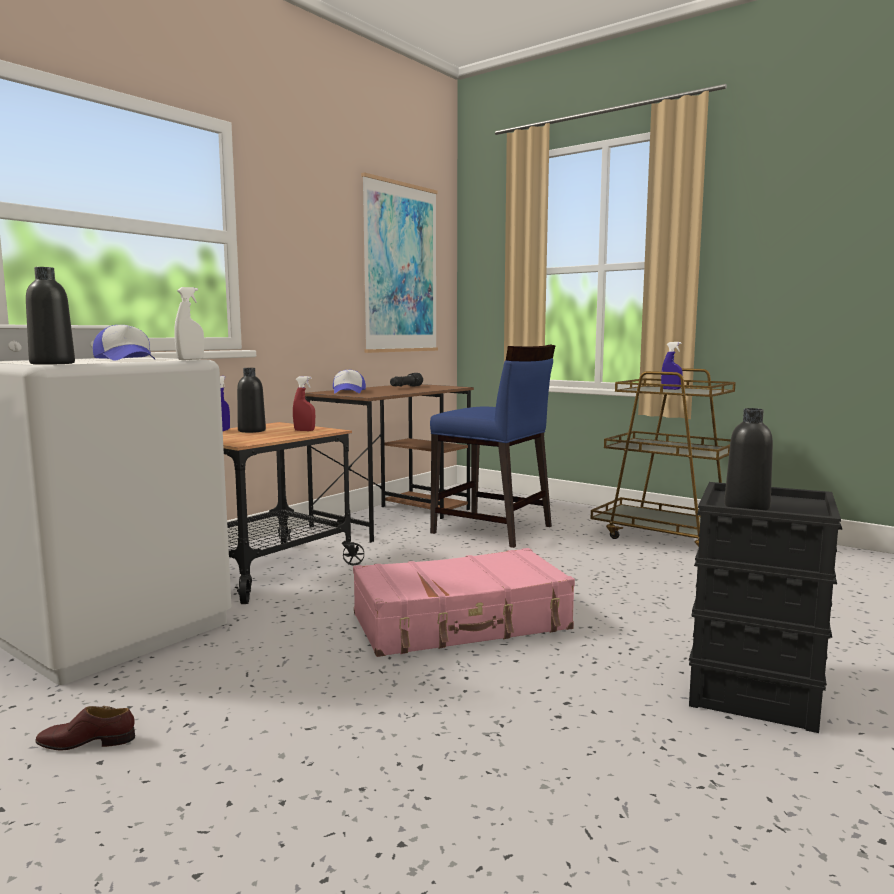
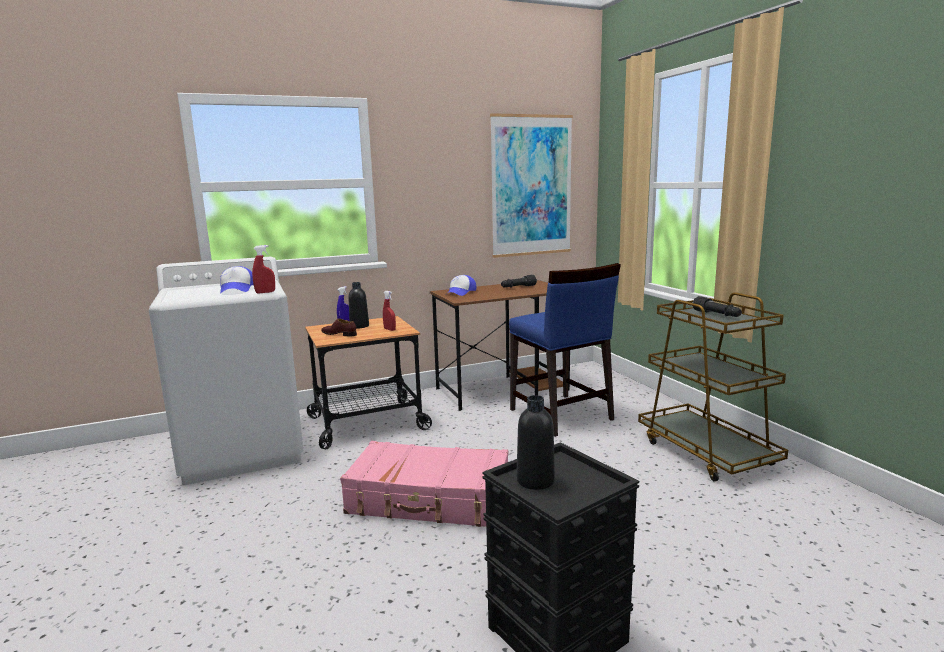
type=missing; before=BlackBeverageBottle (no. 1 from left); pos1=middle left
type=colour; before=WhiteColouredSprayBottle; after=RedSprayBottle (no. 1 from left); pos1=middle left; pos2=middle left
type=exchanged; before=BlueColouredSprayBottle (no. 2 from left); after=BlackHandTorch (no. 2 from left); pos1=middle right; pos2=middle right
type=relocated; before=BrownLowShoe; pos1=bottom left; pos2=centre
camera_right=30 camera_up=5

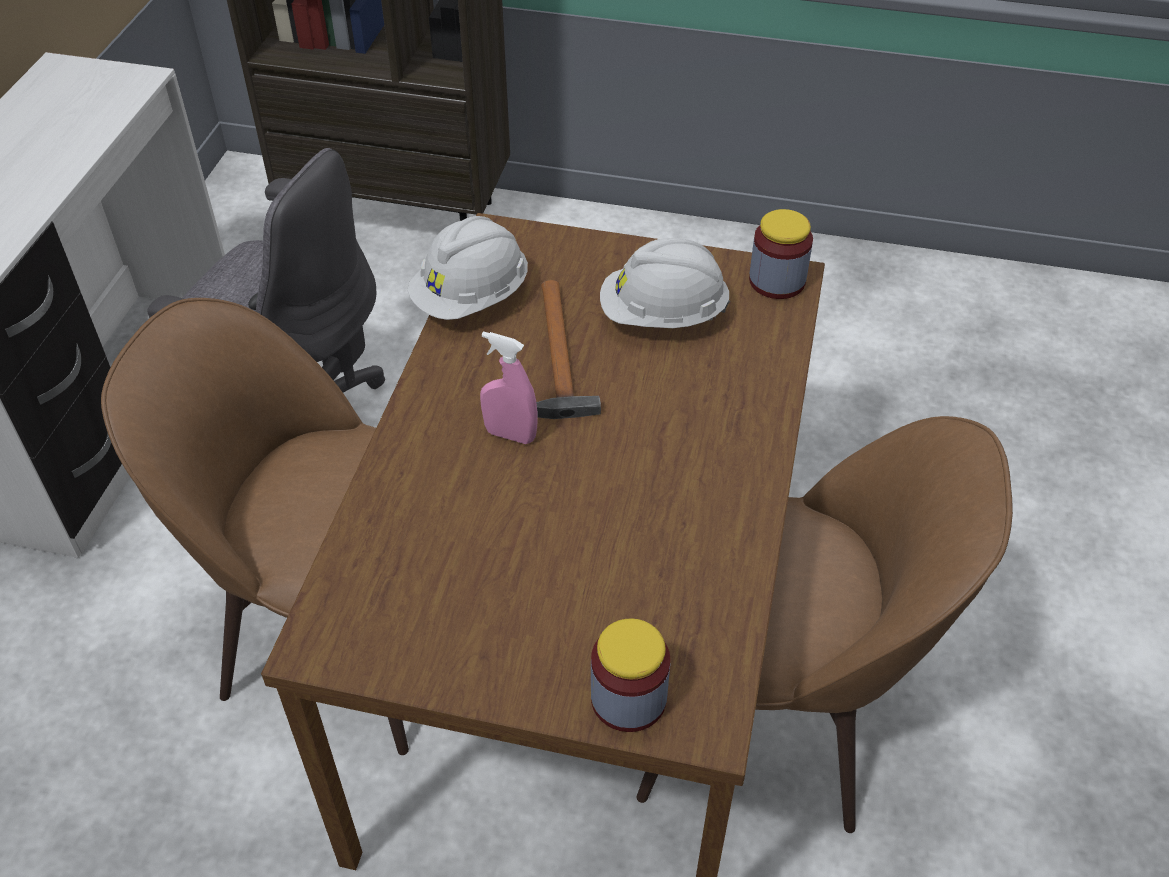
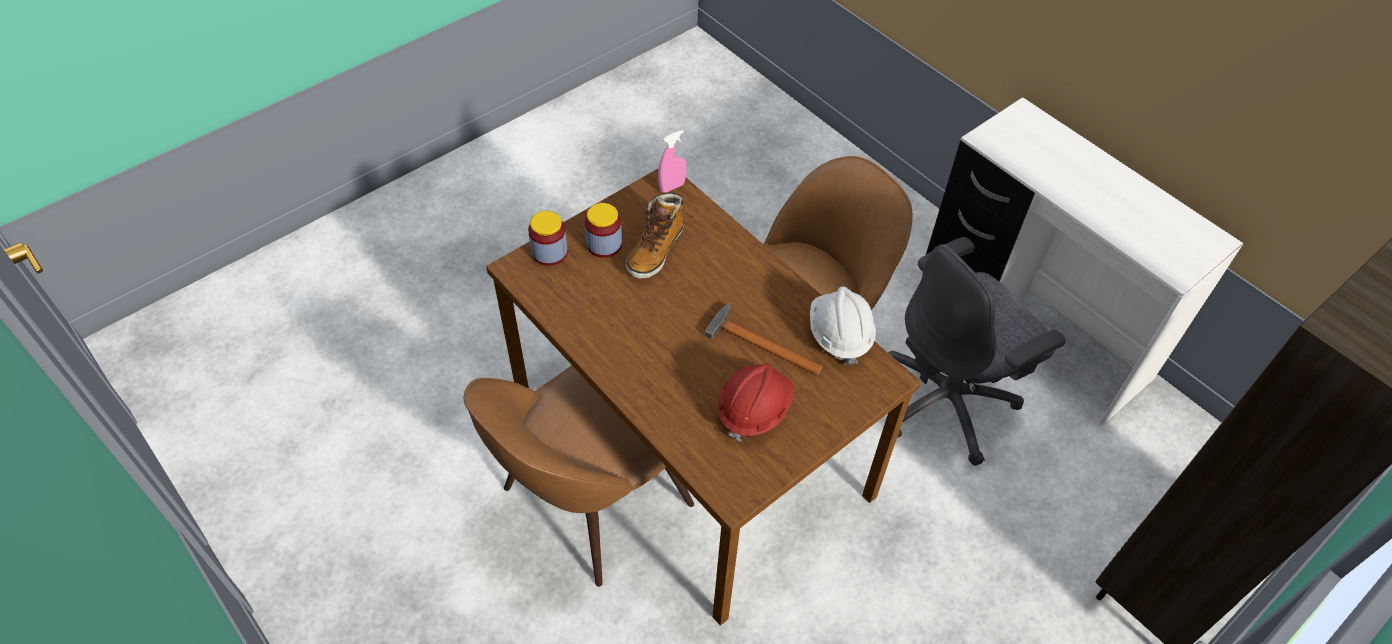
type=relocated; before=StorageJar (no. 2 from left); pos1=top right; pos2=centre
type=colour; before=WhiteColouredWorkHelmet (no. 2 from left); after=RedWorkHelmet; pos1=top centre; pos2=centre
type=relocated; before=PinkColouredSprayBottle; pos1=centre; pos2=top centre
type=appeared; after=Boot; pos2=centre
camera_right=125 camera_up=5

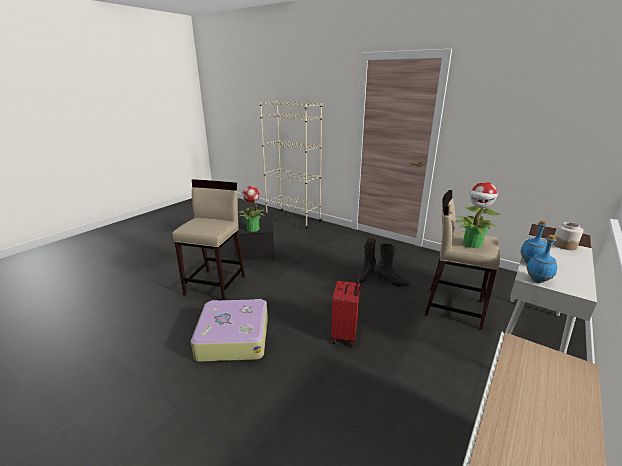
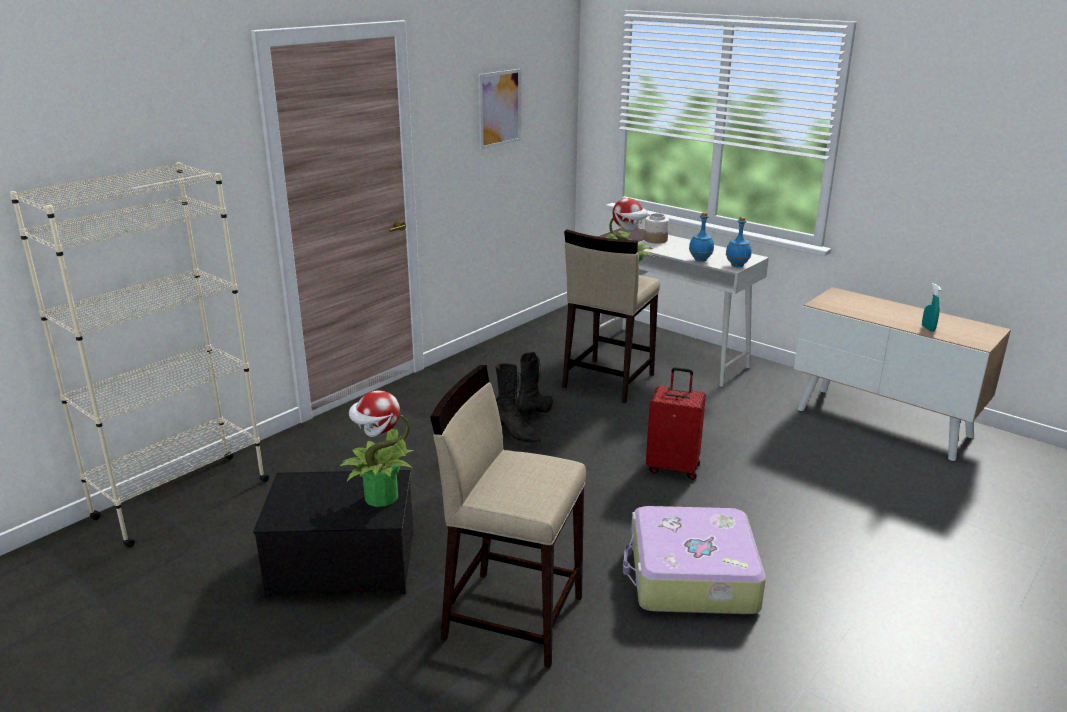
type=appeared; after=Picture; pos2=top centre
type=appeared; after=TurquoiseColouredSprayBottle; pos2=middle right
camera_right=-85 camera_up=0

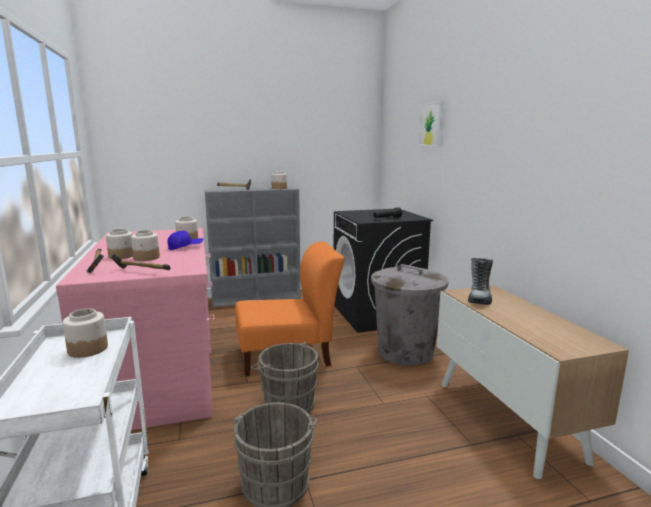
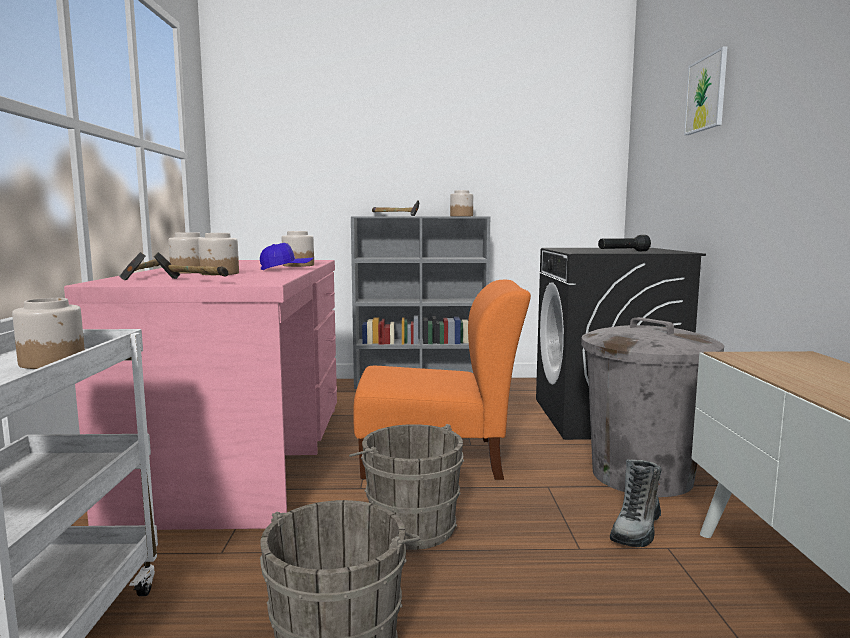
type=relocated; before=Boot; pos1=middle right; pos2=bottom right
camera_right=15 camera_up=-5

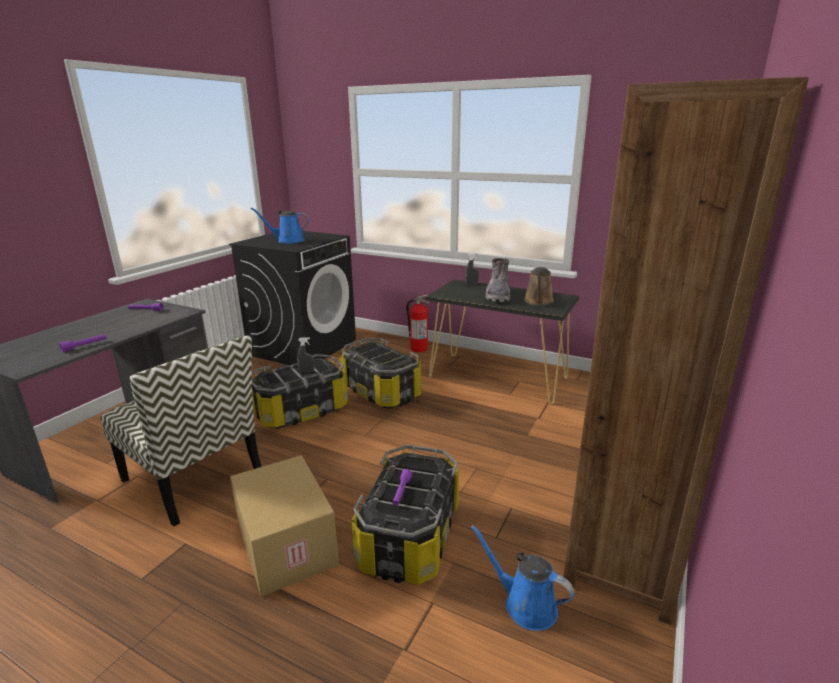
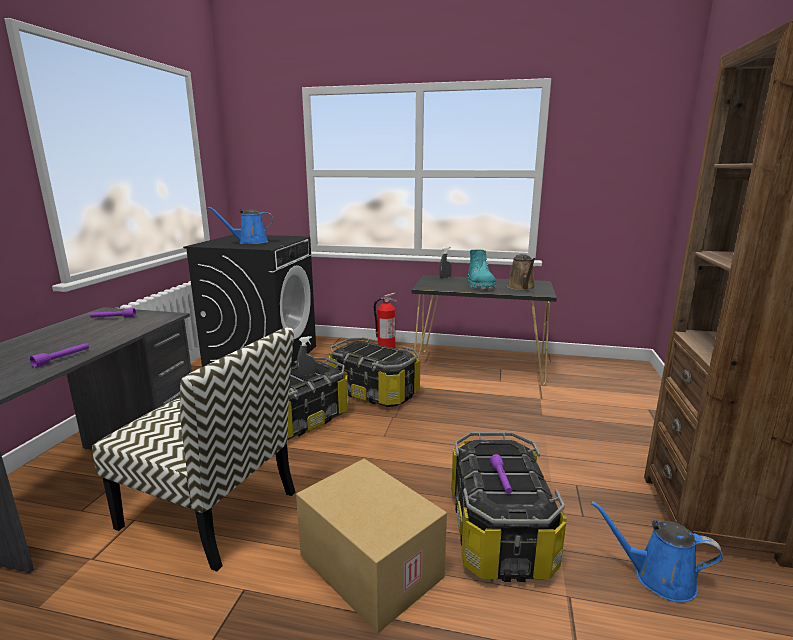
type=colour; before=GrayBoot; after=TurquoiseColouredBoot; pos1=centre; pos2=centre
camera_right=-15 camera_up=-5

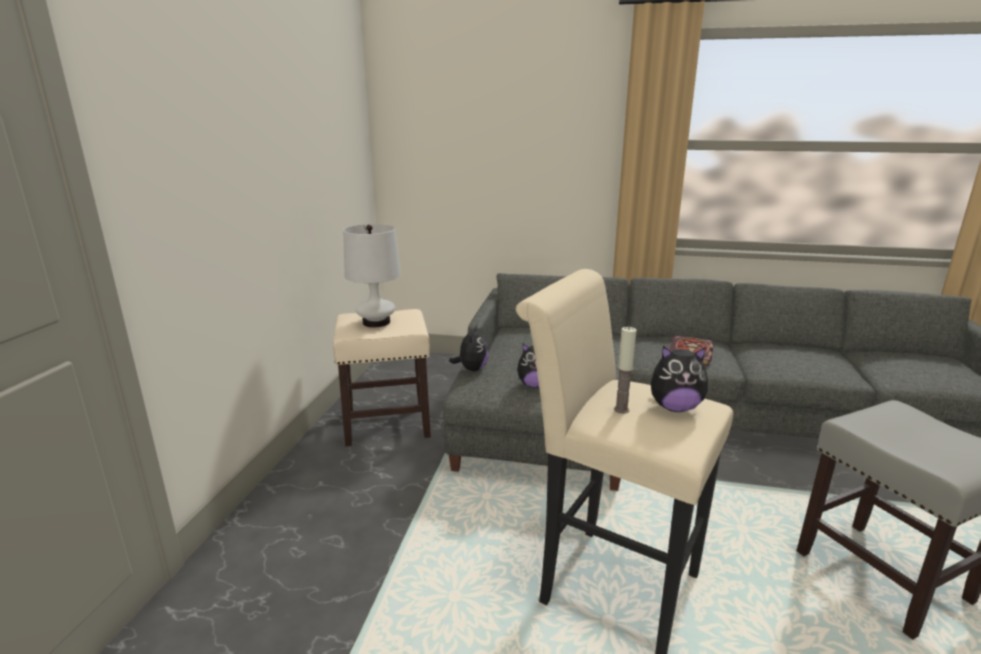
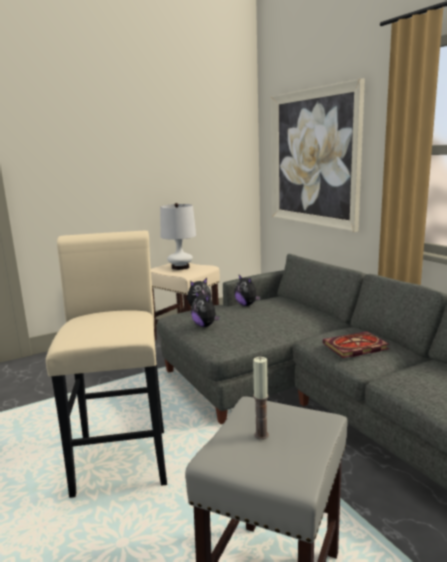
type=relocated; before=WaxCandle; pos1=centre; pos2=bottom centre
type=relocated; before=PlushToy (no. 3 from left); pos1=middle right; pos2=centre
type=appeared; after=Picture; pos2=top right
camera_right=50 camera_up=-5

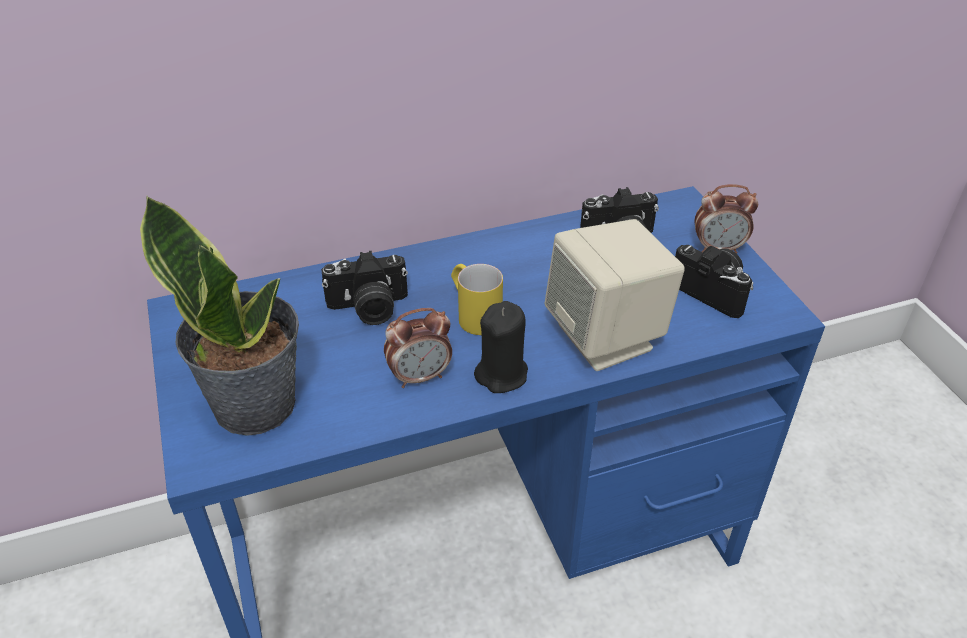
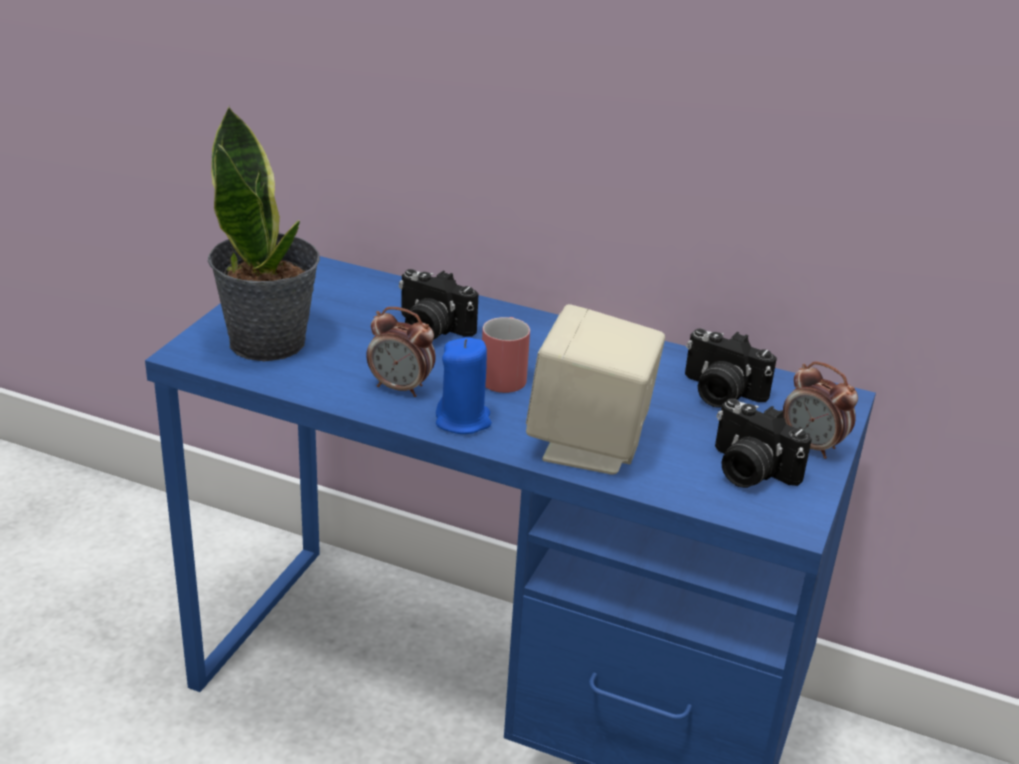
type=spun; before=StillCamera (no. 3 from left); pos1=middle right; pos2=middle right; turn=135
type=colour; before=YellowishTeaMug; after=RedTeaMug; pos1=centre; pos2=centre
type=colour; before=BlackWaxCandle; after=BlueColouredWaxCandle; pos1=centre; pos2=centre
camera_right=40 camera_up=-10

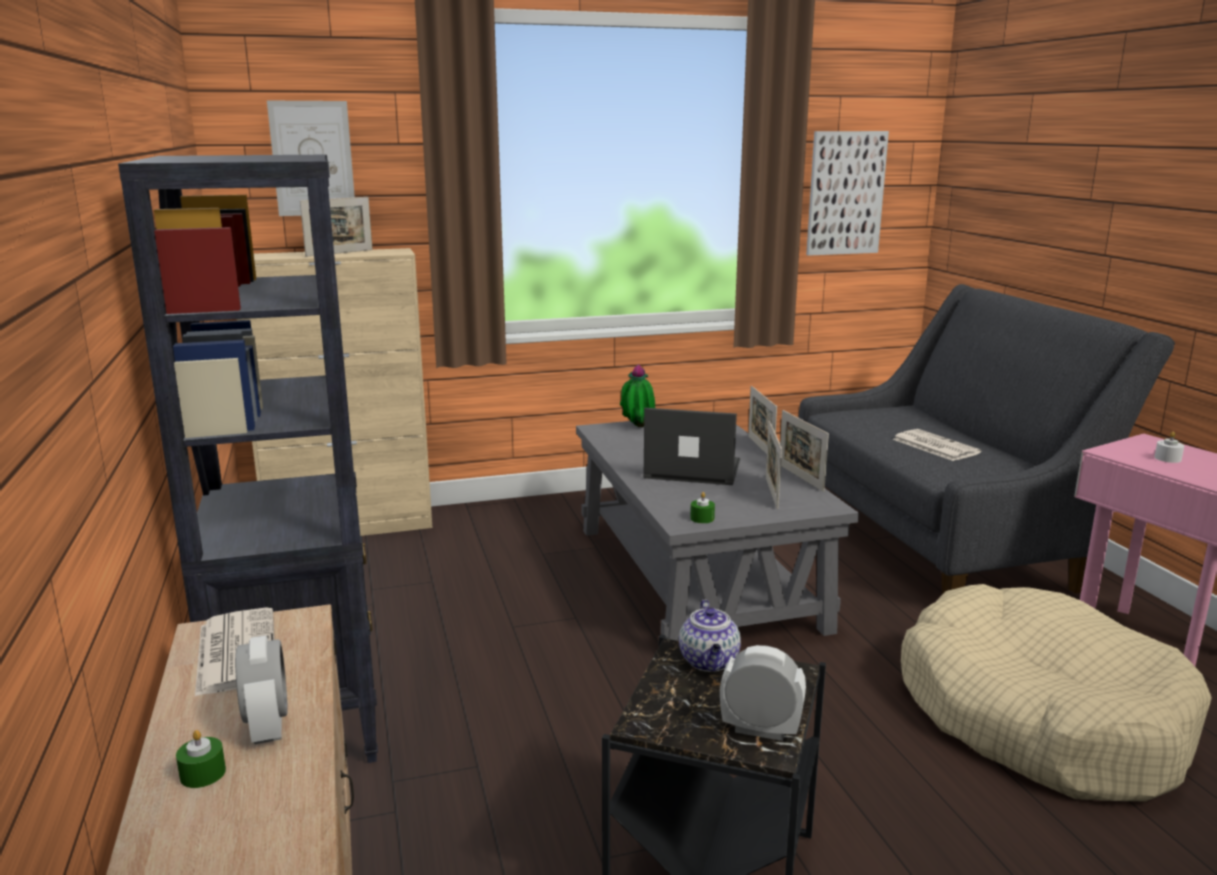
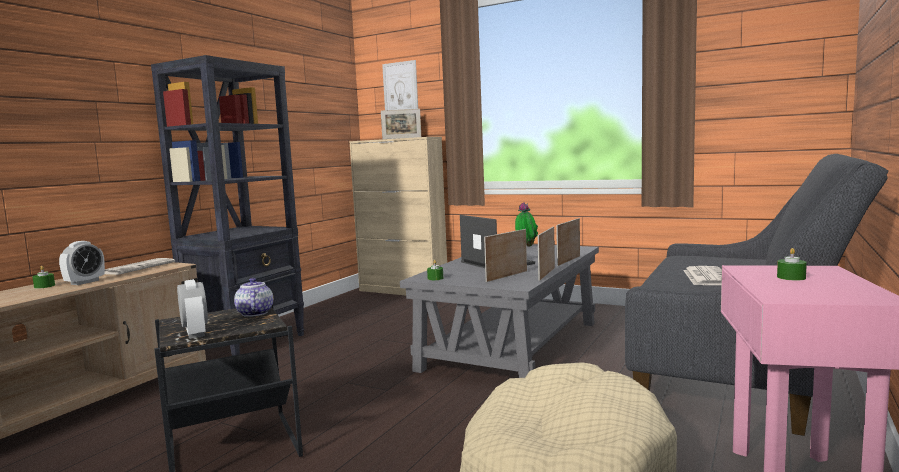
type=missing; before=Picture (no. 2 from left); pos1=top right
type=colour; before=WhiteColouredWaxCandle; after=GreenColouredWaxCandle (no. 3 from left); pos1=middle right; pos2=middle right
type=spun; before=TeaPot; pos1=bottom centre; pos2=middle left; turn=120
camera_right=45 camera_up=-10

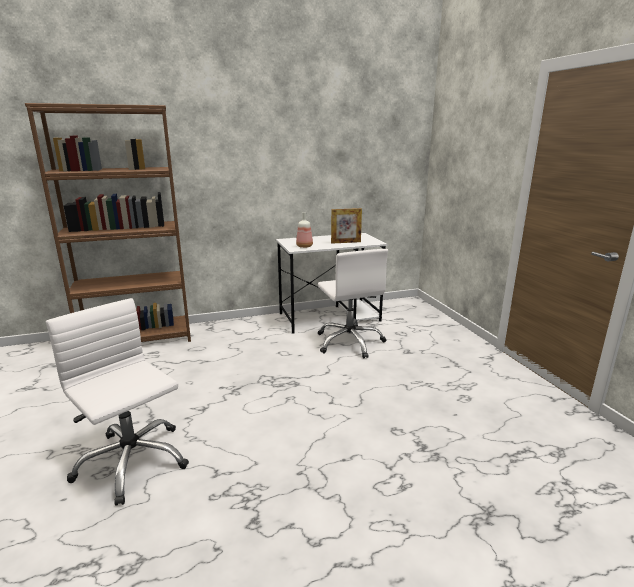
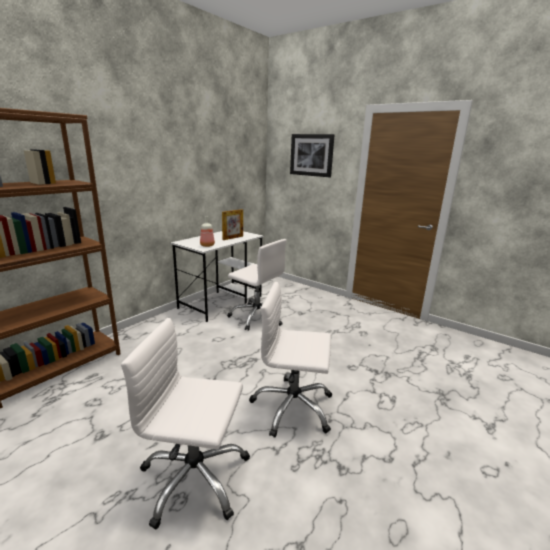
type=appeared; after=Picture; pos2=top centre
type=appeared; after=WhiteColouredComputerChair (no. 3 from left); pos2=centre
camera_right=-35 camera_up=0

